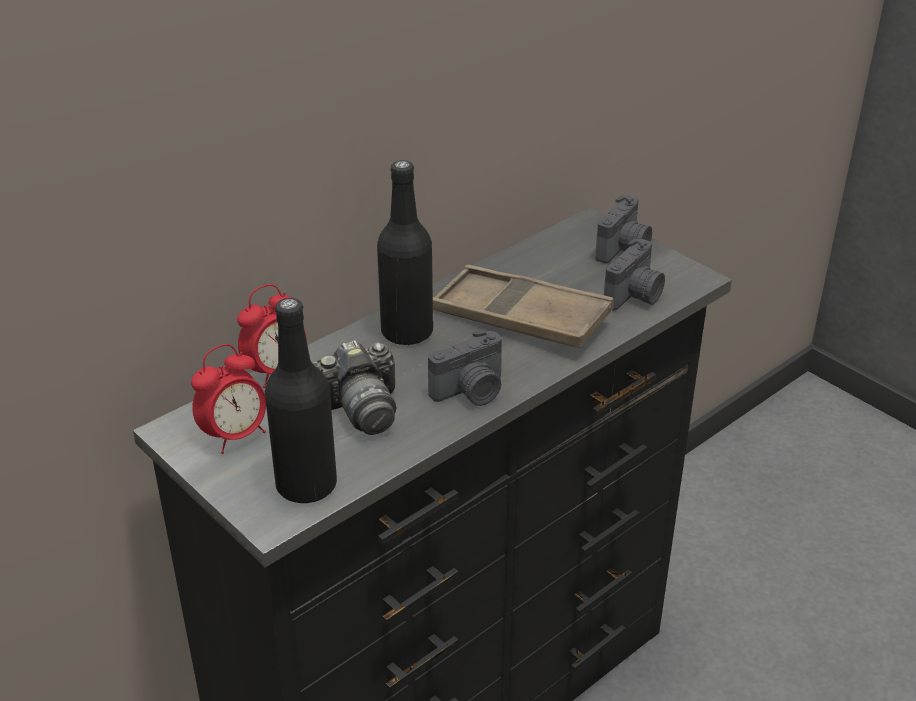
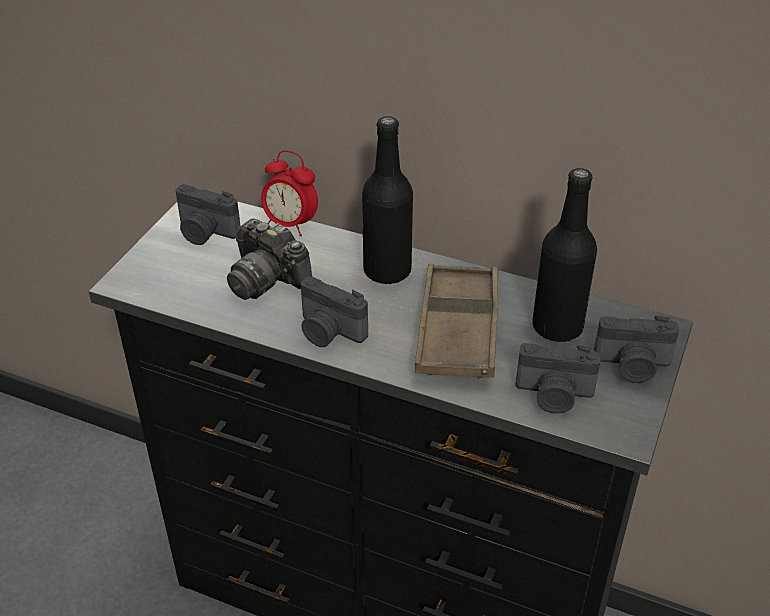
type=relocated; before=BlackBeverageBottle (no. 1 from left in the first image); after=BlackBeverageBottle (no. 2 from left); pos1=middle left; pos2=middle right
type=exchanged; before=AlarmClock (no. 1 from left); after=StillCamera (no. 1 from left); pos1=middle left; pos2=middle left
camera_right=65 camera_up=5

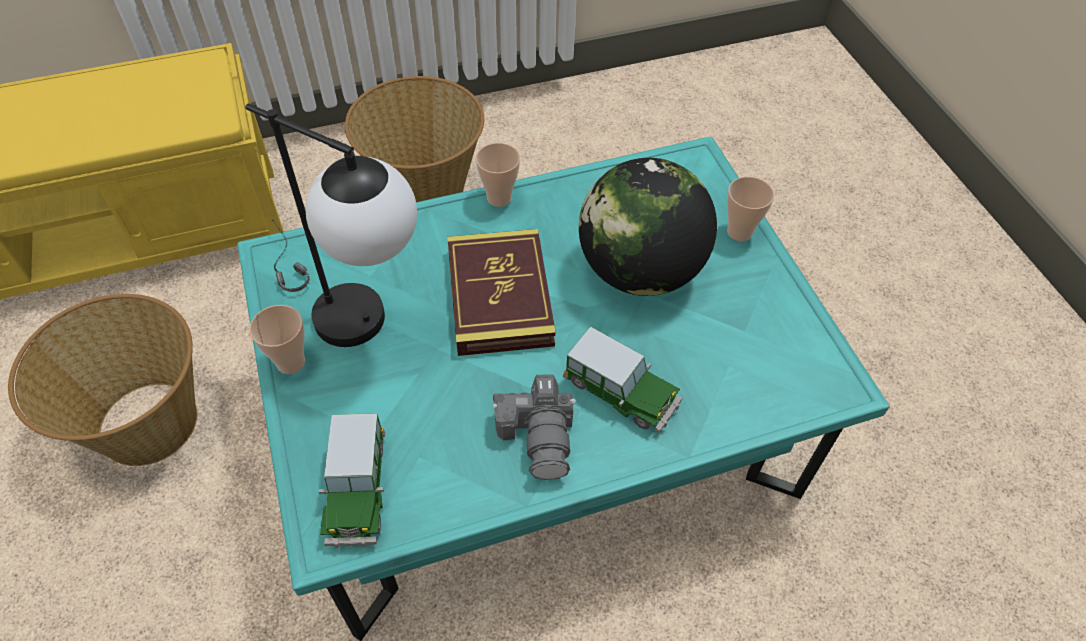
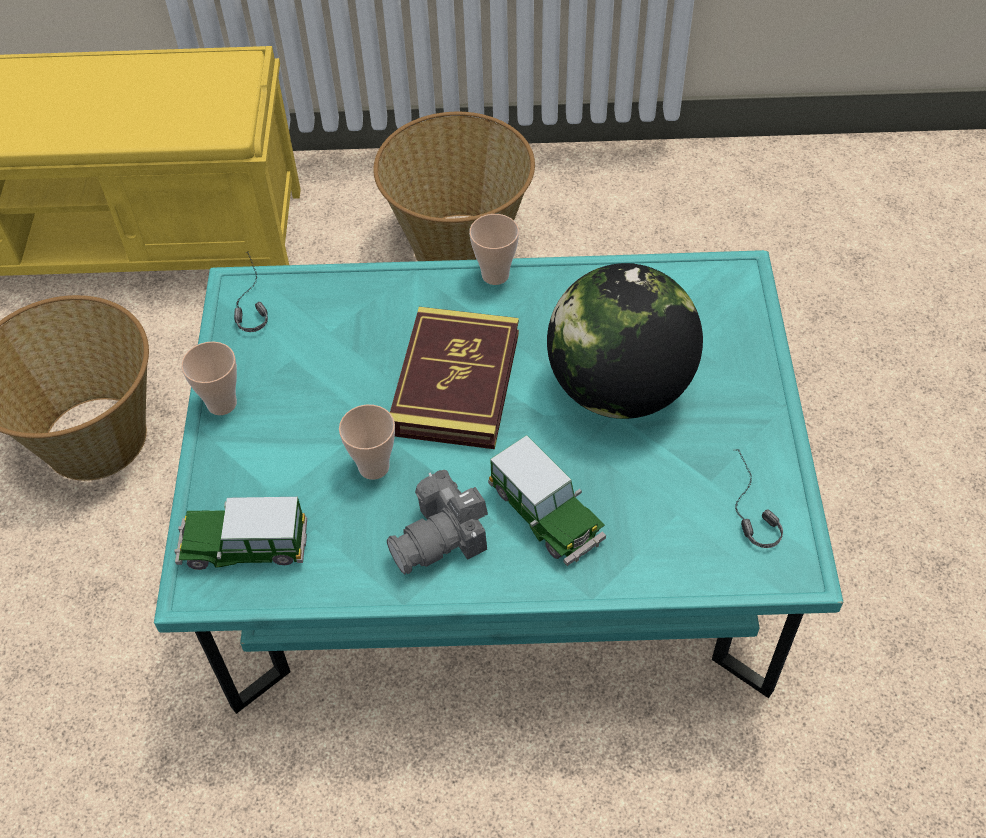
type=missing; before=TabletopLamp; pos1=middle left
type=relocated; before=SmallCup (no. 3 from left in the first image); after=SmallCup (no. 2 from left); pos1=top right; pos2=centre
type=spun; before=StillCamera; pos1=centre; pos2=centre; turn=45
type=spun; before=ToyCar (no. 1 from left); pos1=bottom left; pos2=middle left; turn=75
type=appeared; after=PairOfHeadphones (no. 2 from left); pos2=middle right
camera_right=20 camera_up=0

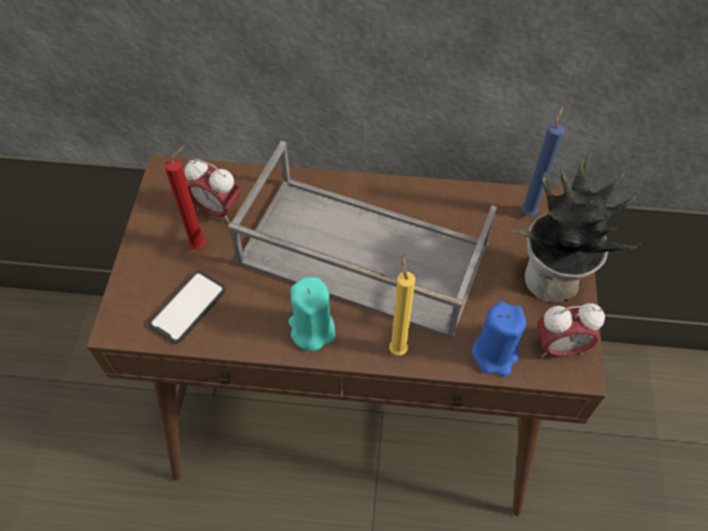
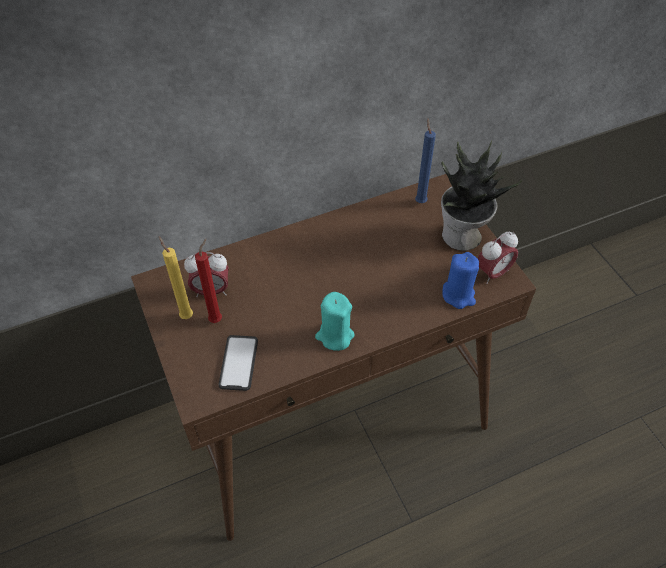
type=missing; before=GrayCarryingTray; pos1=centre
type=relocated; before=YellowishWaxCandle; pos1=centre; pos2=middle left
camera_right=-30 camera_up=-5

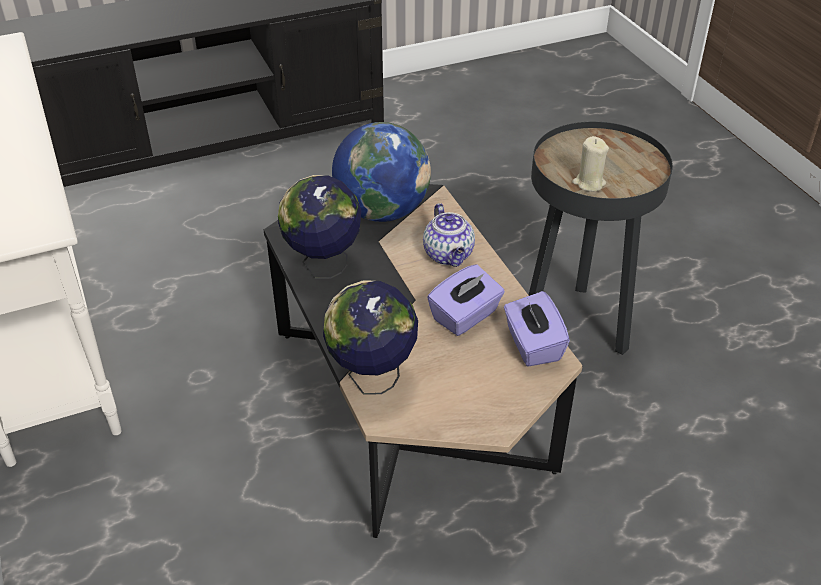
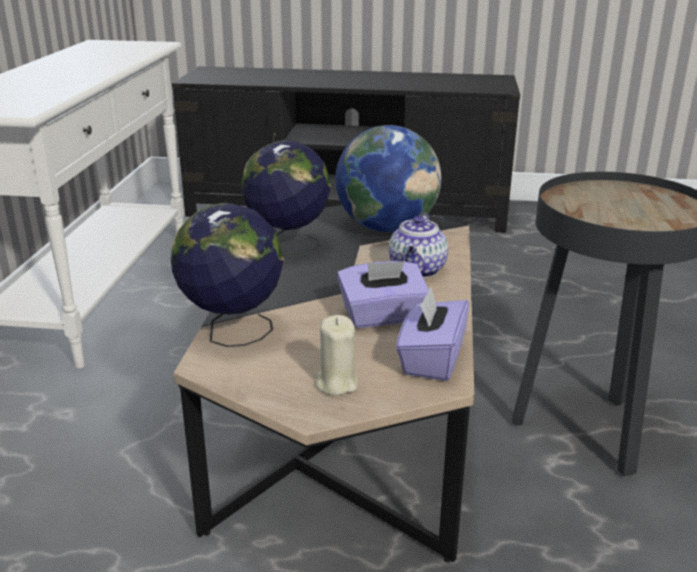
type=relocated; before=BeigeWaxCandle; pos1=top right; pos2=centre
camera_right=30 camera_up=-15

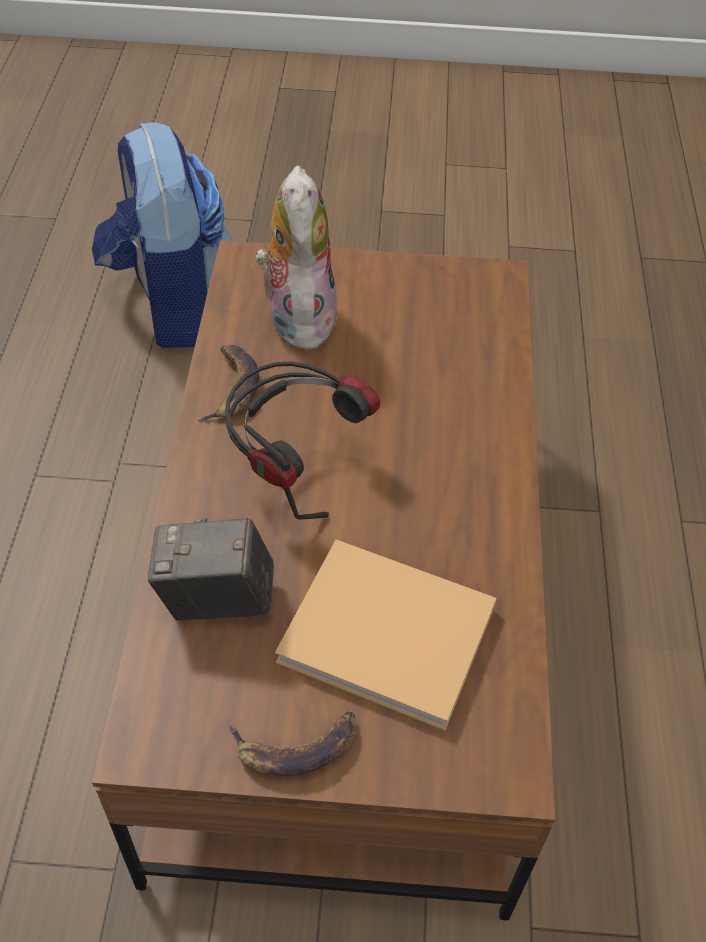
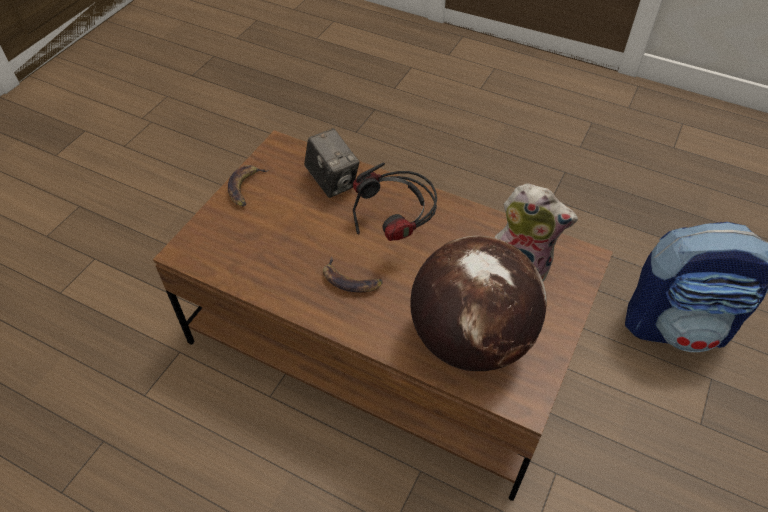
type=relocated; before=Banana (no. 1 from left in the first image); after=Banana (no. 2 from left); pos1=middle left; pos2=centre
type=spun; before=StillCamera; pos1=middle left; pos2=top centre; turn=120
type=missing; before=BeigeBoundBook; pos1=bottom centre
type=appeared; after=WorldGlobe; pos2=centre
camera_right=115 camera_up=0

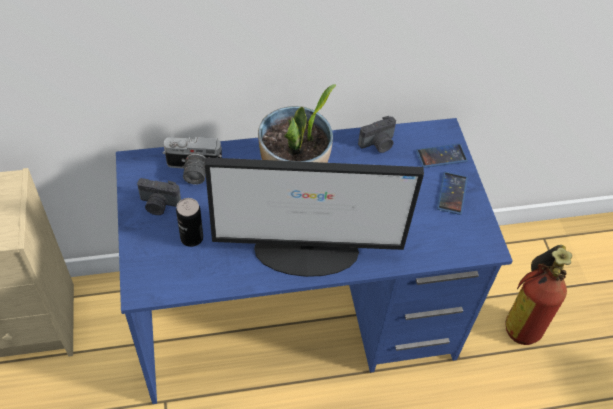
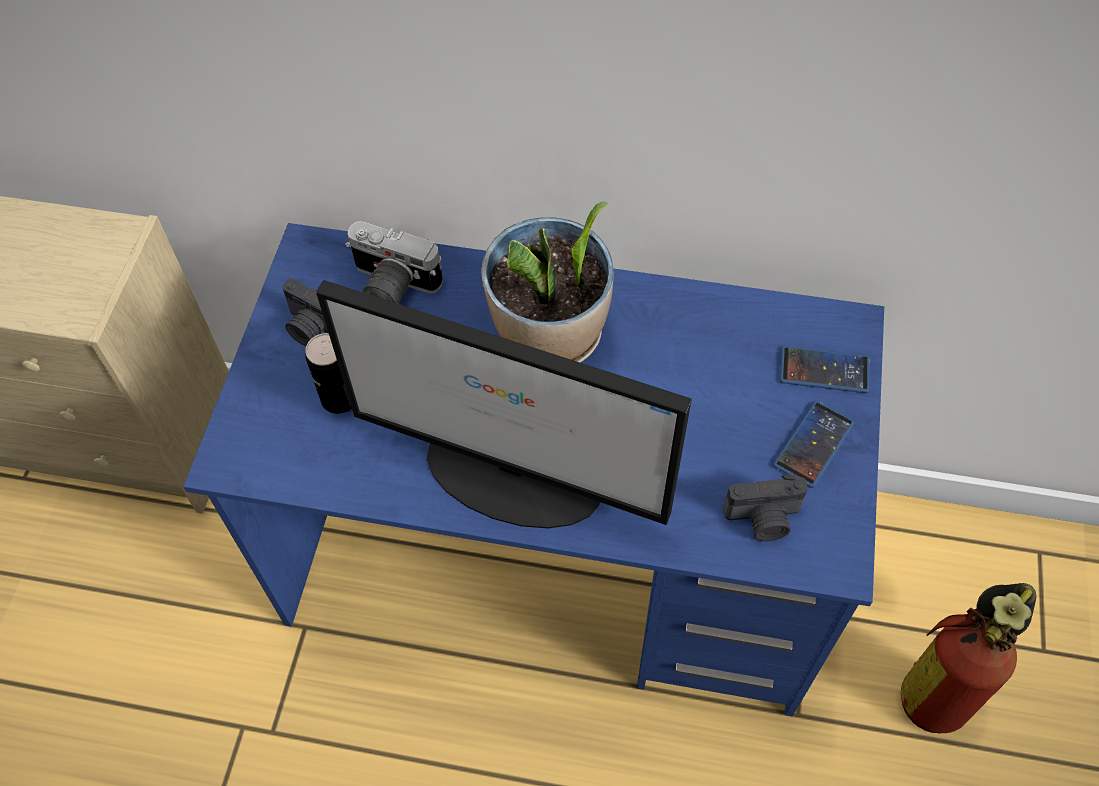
type=relocated; before=StillCamera (no. 3 from left); pos1=top centre; pos2=middle right
camera_right=25 camera_up=5

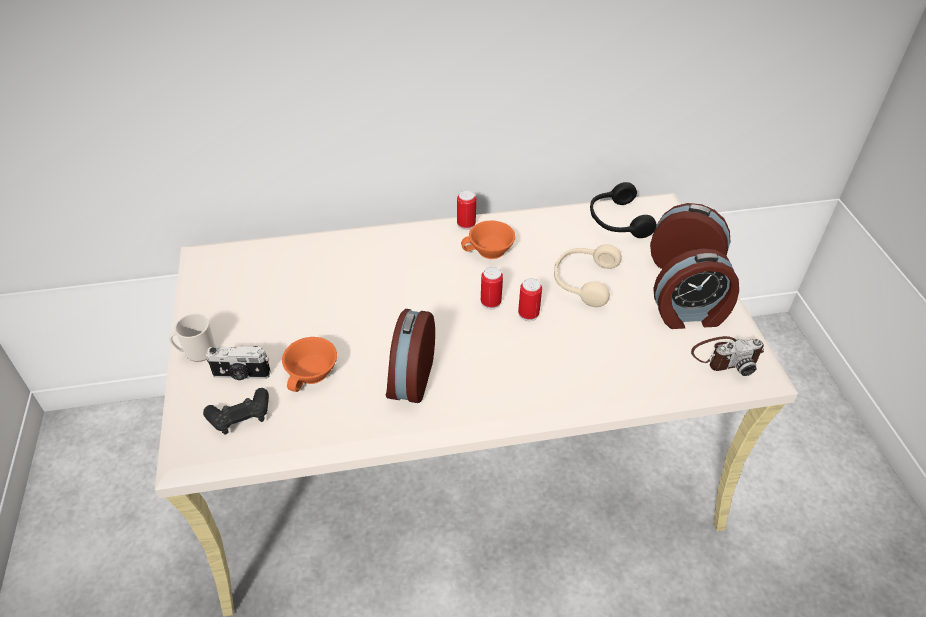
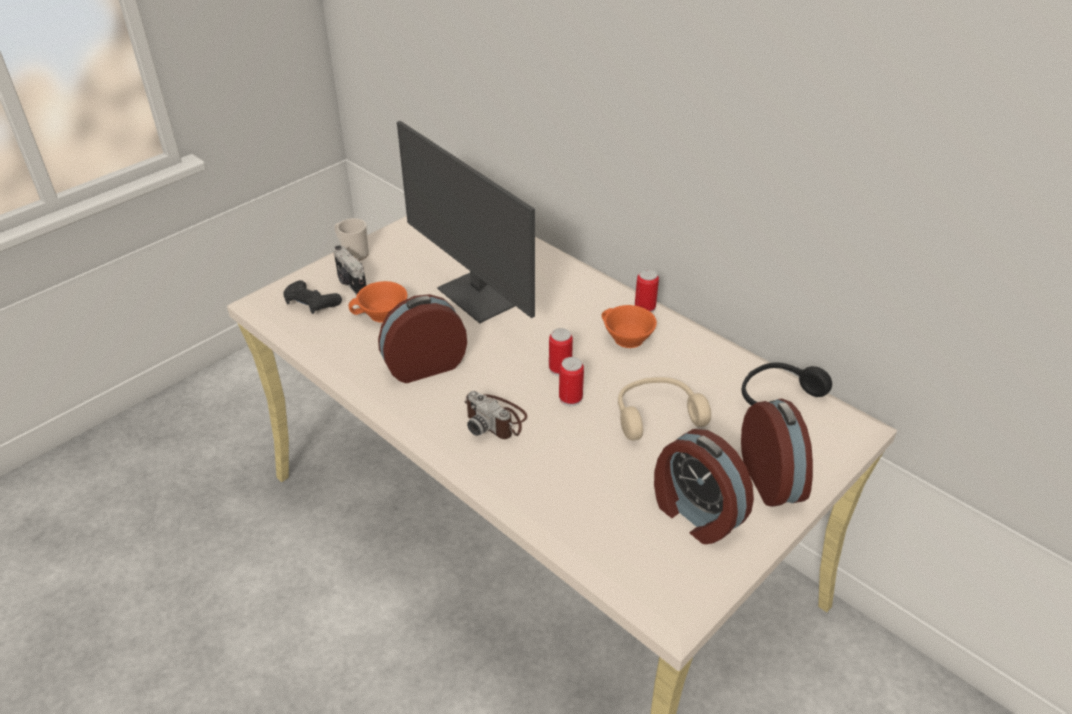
type=relocated; before=StillCamera (no. 2 from left); pos1=middle right; pos2=centre
type=appeared; after=ComputerDisplay; pos2=top centre
camera_right=55 camera_up=-5

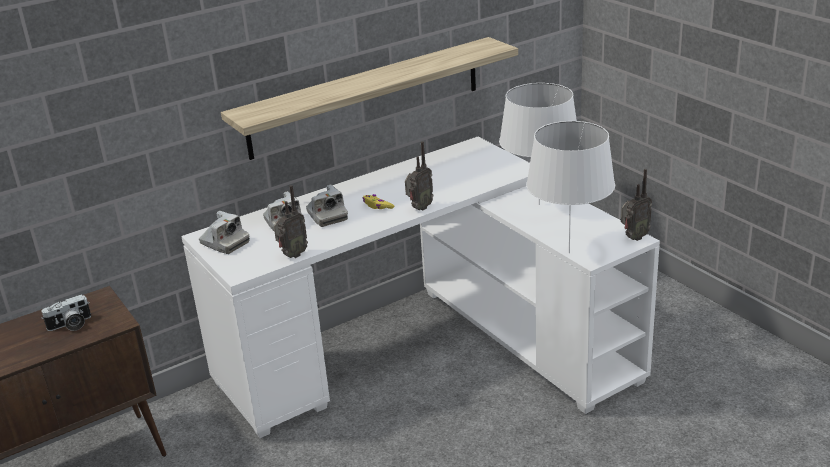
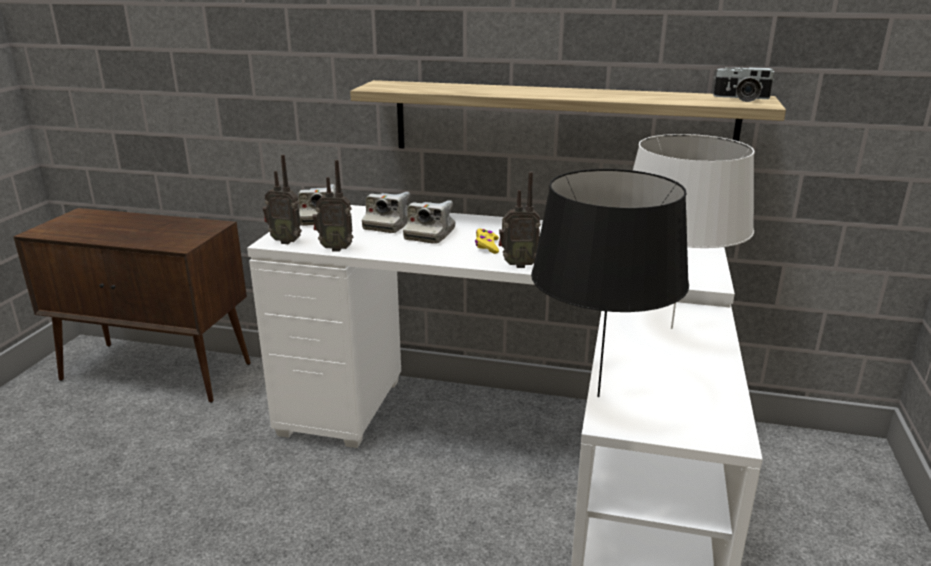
type=colour; before=WhiteColouredTabletopLamp (no. 2 from left); after=BlackTabletopLamp; pos1=middle right; pos2=centre
type=relocated; before=Radio (no. 3 from left in the first image); after=Radio (no. 1 from left); pos1=middle right; pos2=middle left
type=relocated; before=StillCamera (no. 1 from left in the first image); after=StillCamera (no. 4 from left); pos1=bottom left; pos2=top right
camera_right=45 camera_up=-5

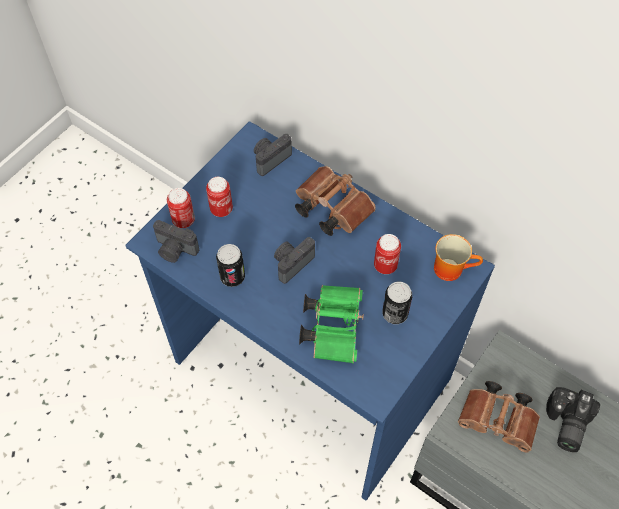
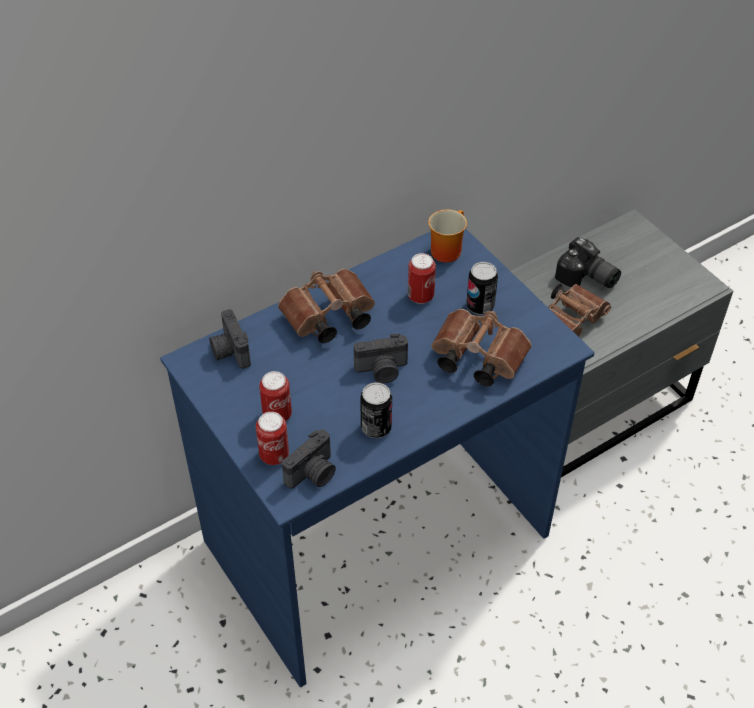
type=spun; before=StillCamera (no. 3 from left); pos1=centre; pos2=centre; turn=-75
type=colour; before=GreenColouredBinoculars; after=BrownBinoculars (no. 2 from left); pos1=centre; pos2=centre
camera_right=-70 camera_up=-10

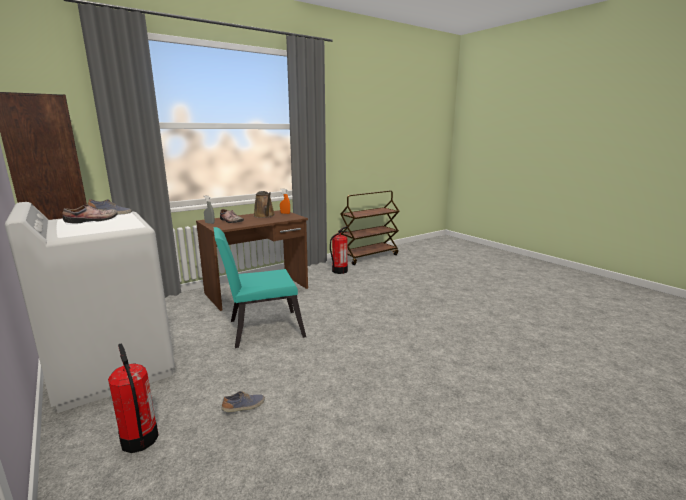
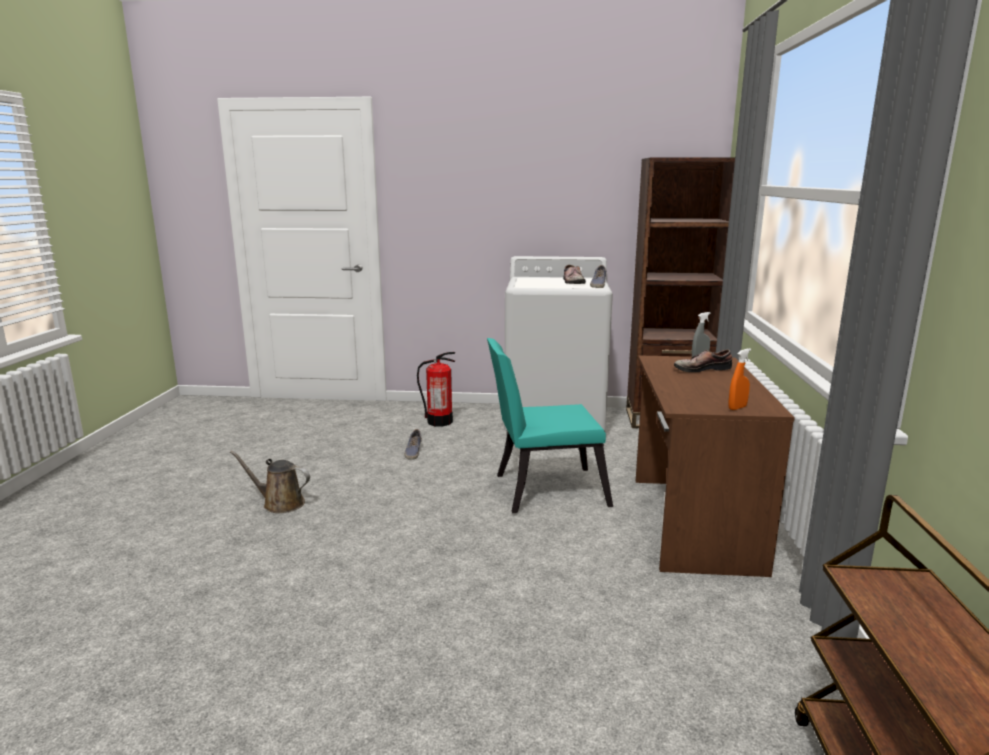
type=relocated; before=BrownSprinklingCan; pos1=centre; pos2=middle left
type=missing; before=FireExtinguisher (no. 2 from left); pos1=centre
type=spun; before=TurquoiseColouredPlainChair; pos1=centre; pos2=centre; turn=-120
camera_right=130 camera_up=0

